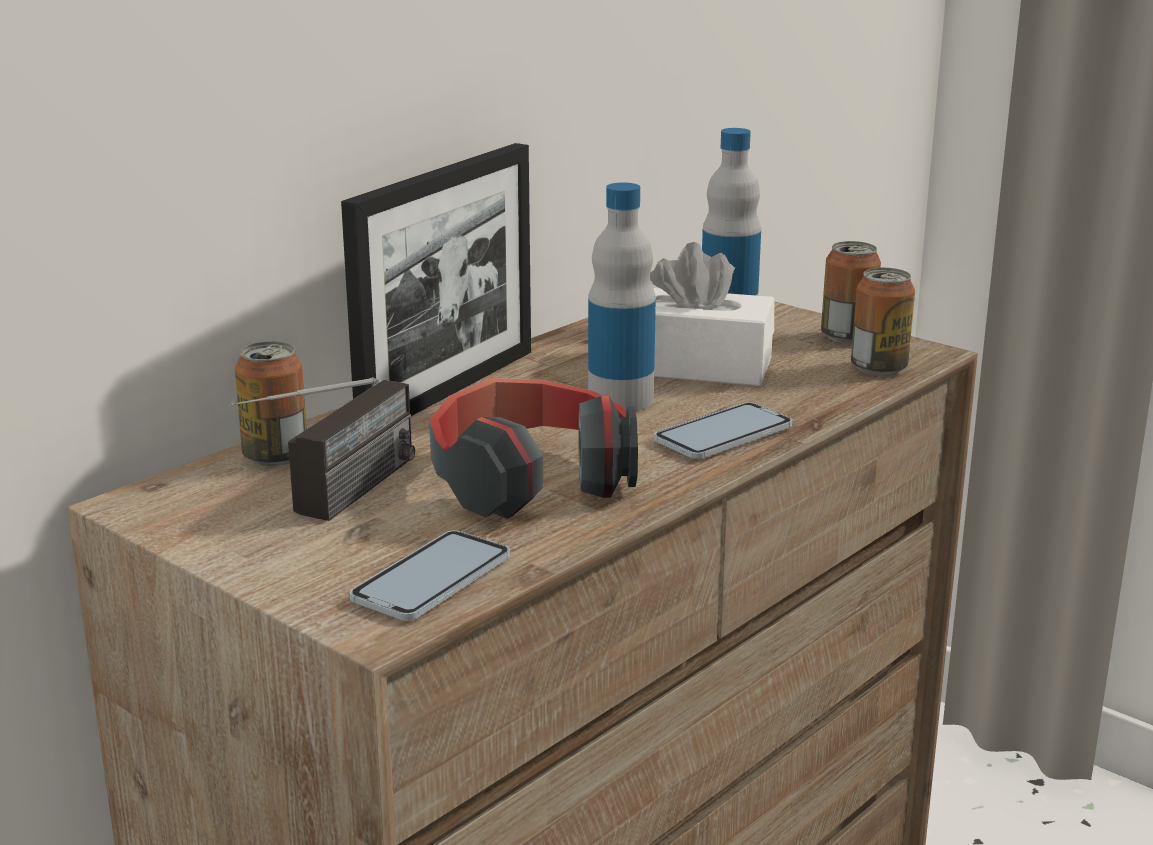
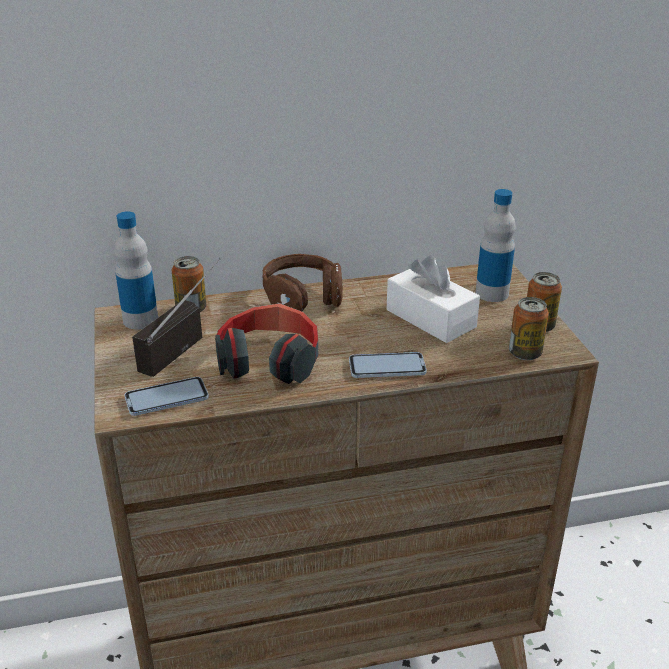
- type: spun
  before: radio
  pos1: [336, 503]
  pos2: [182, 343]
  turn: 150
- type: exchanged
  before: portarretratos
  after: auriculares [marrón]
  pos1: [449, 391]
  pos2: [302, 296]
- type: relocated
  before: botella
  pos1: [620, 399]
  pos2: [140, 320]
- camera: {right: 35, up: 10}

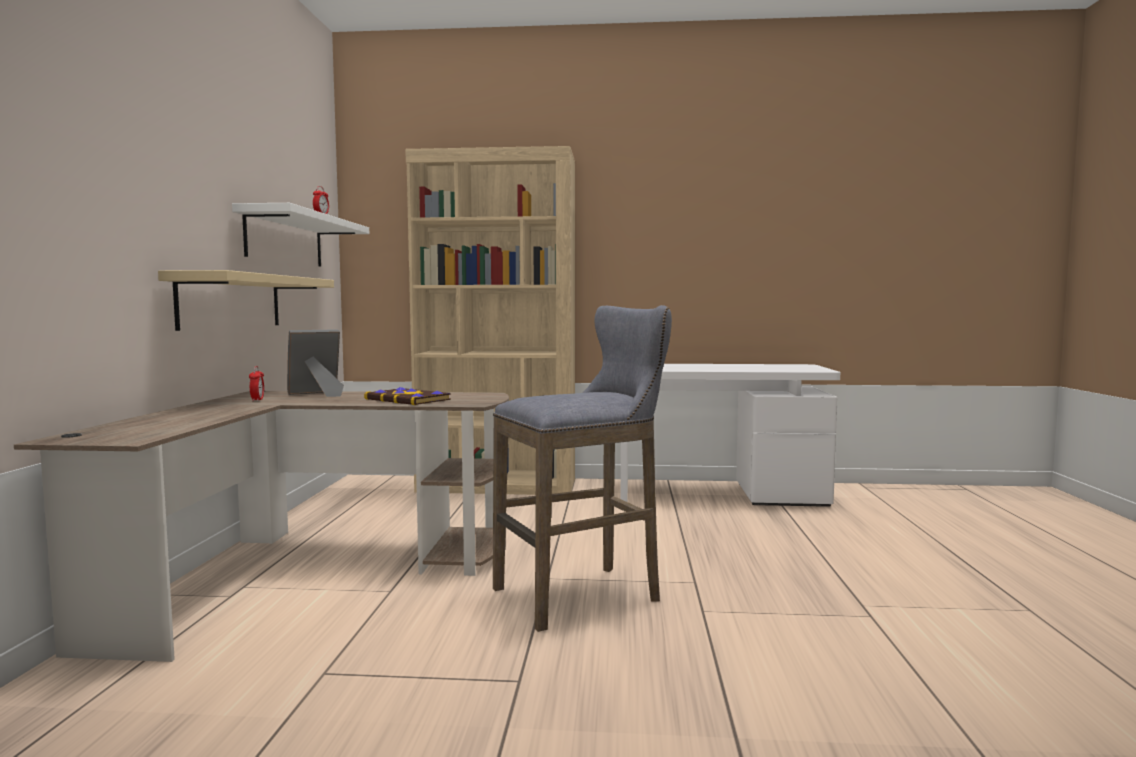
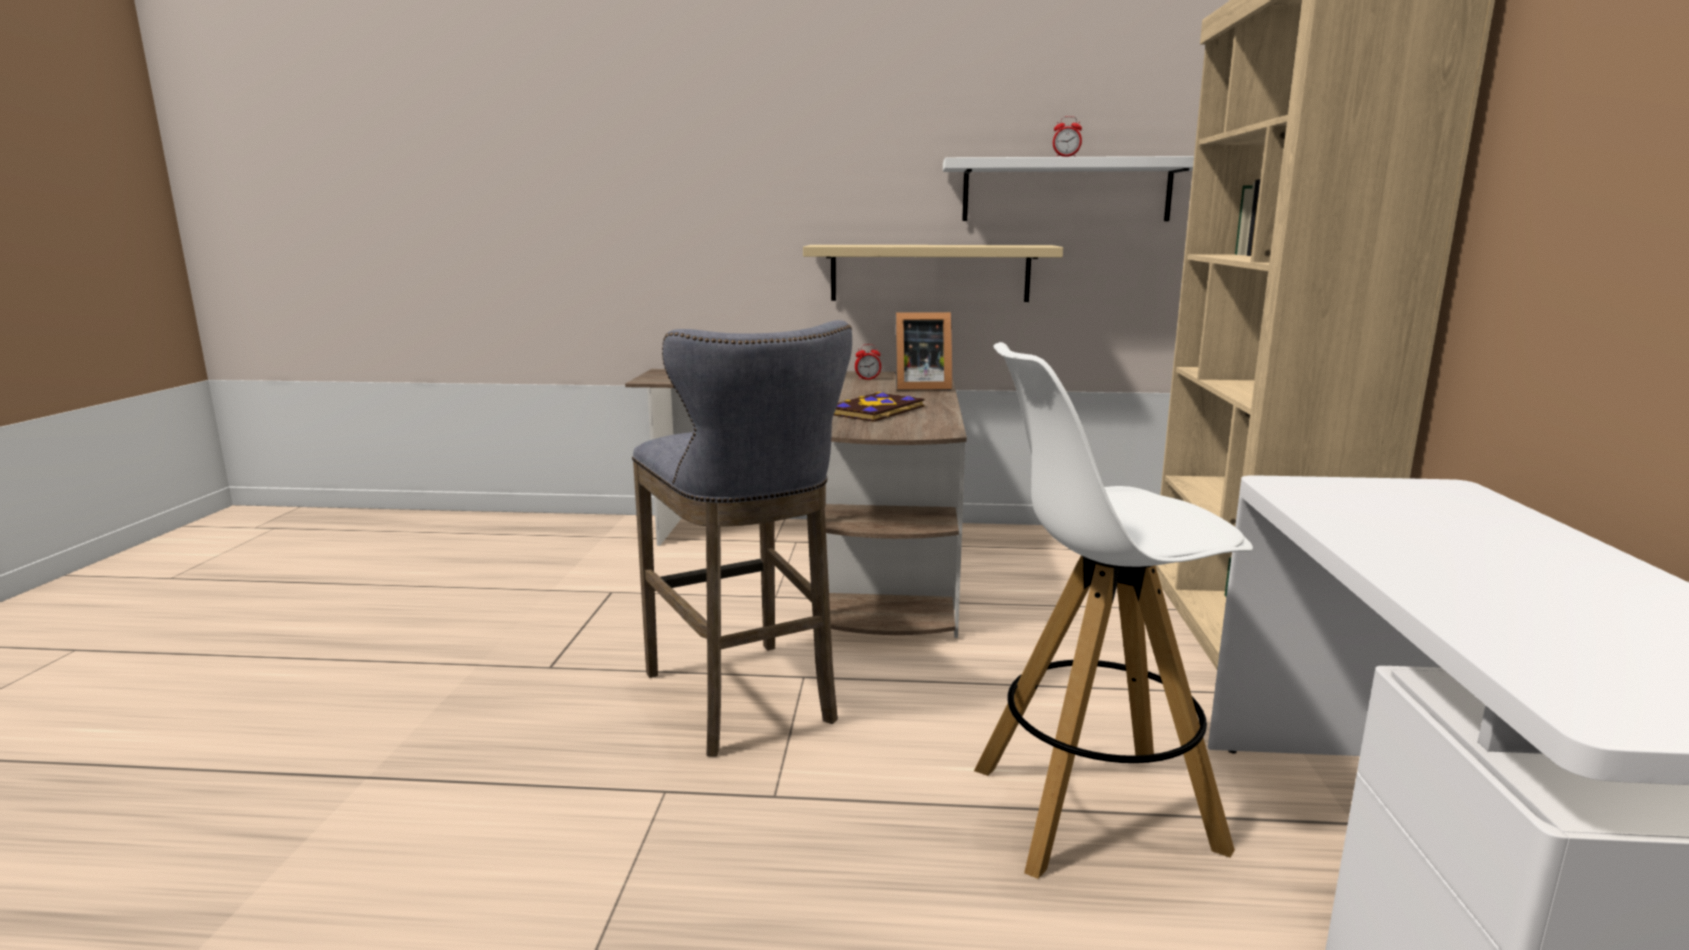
- type: spun
  before: portarretratos
  pos1: [318, 394]
  pos2: [919, 387]
  turn: 120
- type: appeared
  after: taburete [blanco]
  pos2: [1091, 808]
- camera: {right: 90, up: 10}

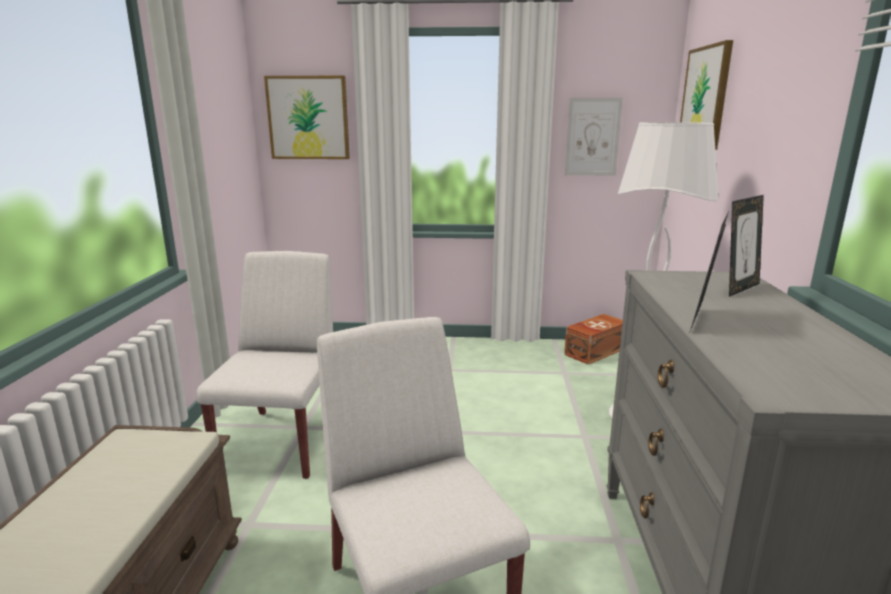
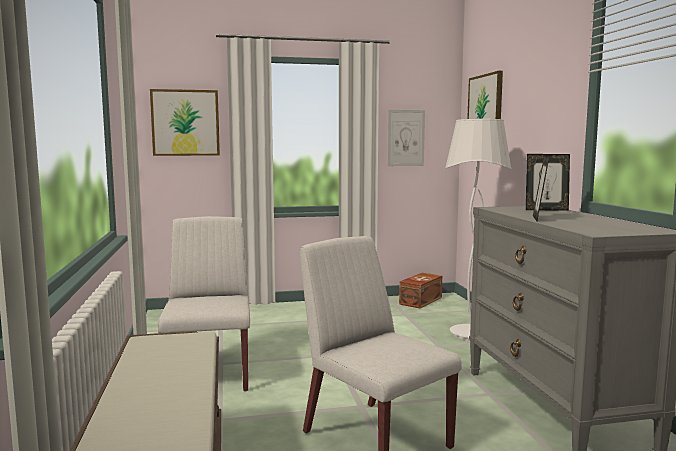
- type: spun
  before: portarretratos
  pos1: [739, 288]
  pos2: [546, 209]
  turn: 60
- camera: {right: -15, up: -10}

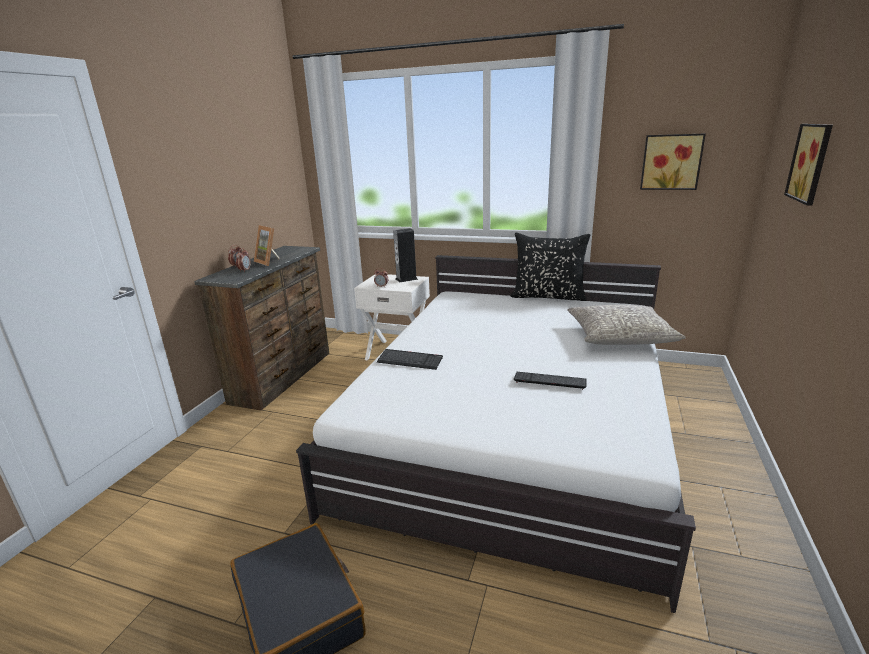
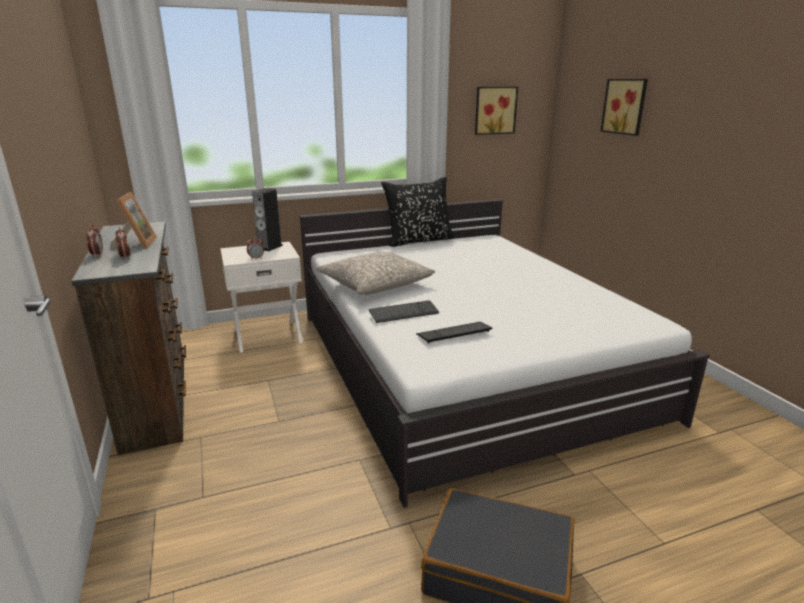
- type: spun
  before: portarretratos
  pos1: [270, 262]
  pos2: [136, 244]
  turn: -105
- type: relocated
  before: teclado
  pos1: [549, 381]
  pos2: [454, 333]
- type: relocated
  before: cojín [gris]
  pos1: [620, 336]
  pos2: [375, 284]
- camera: {right: -40, up: 0}

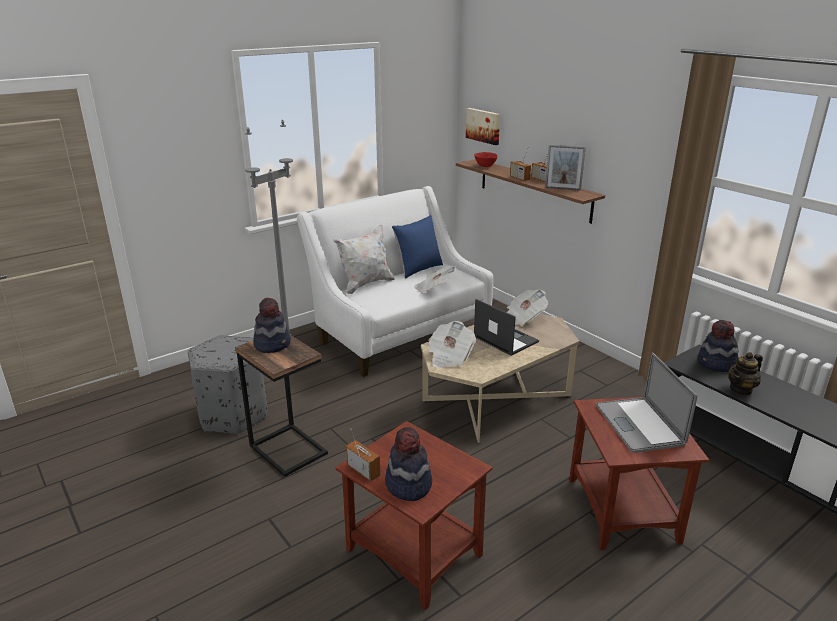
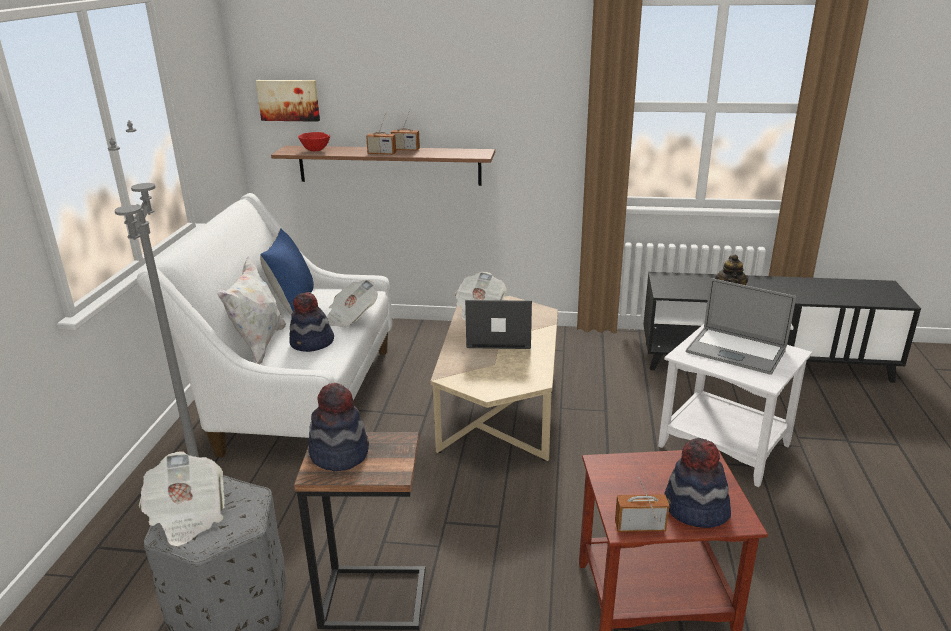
- type: relocated
  before: periódico
  pos1: [449, 357]
  pos2: [187, 515]
- type: missing
  before: portarretratos
  pos1: [562, 189]
- type: colour
  before: mesa auxiliar [marrón]
  after: mesa auxiliar [blanco]
  pos1: [624, 510]
  pos2: [724, 445]
- type: relocated
  before: sombrero
  pos1: [716, 364]
  pos2: [312, 343]
- camera: {right: -45, up: 0}

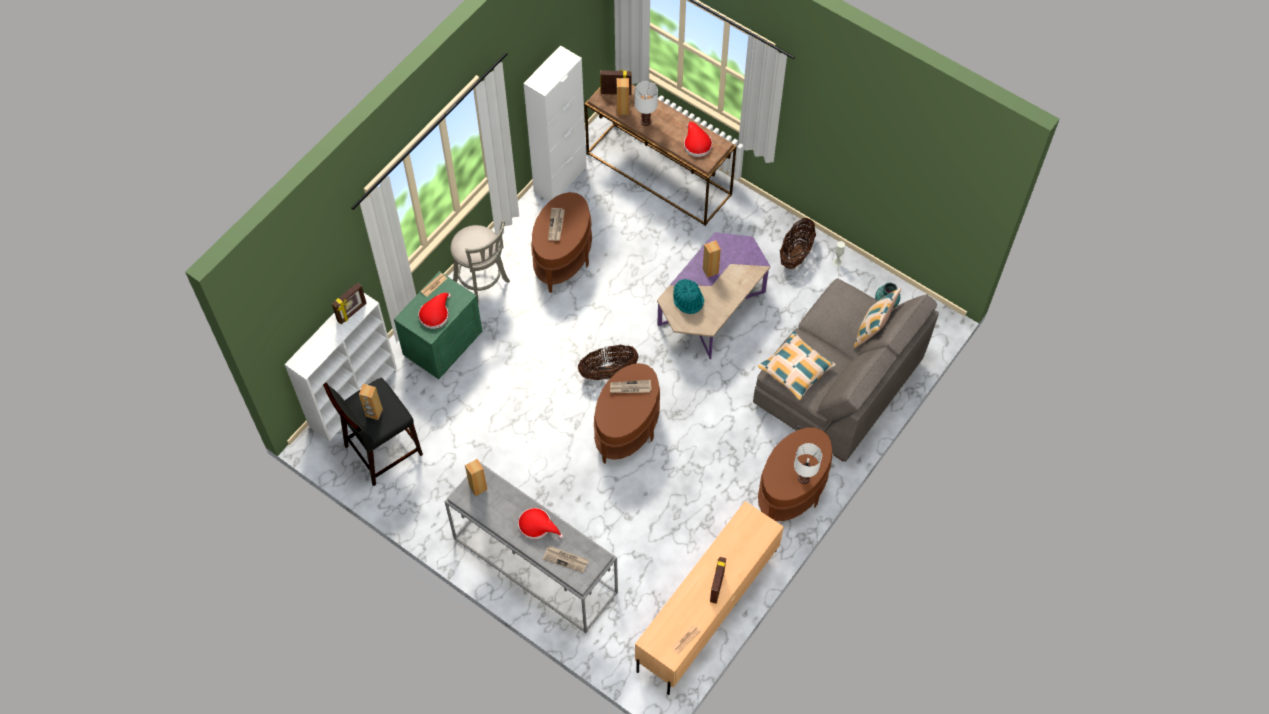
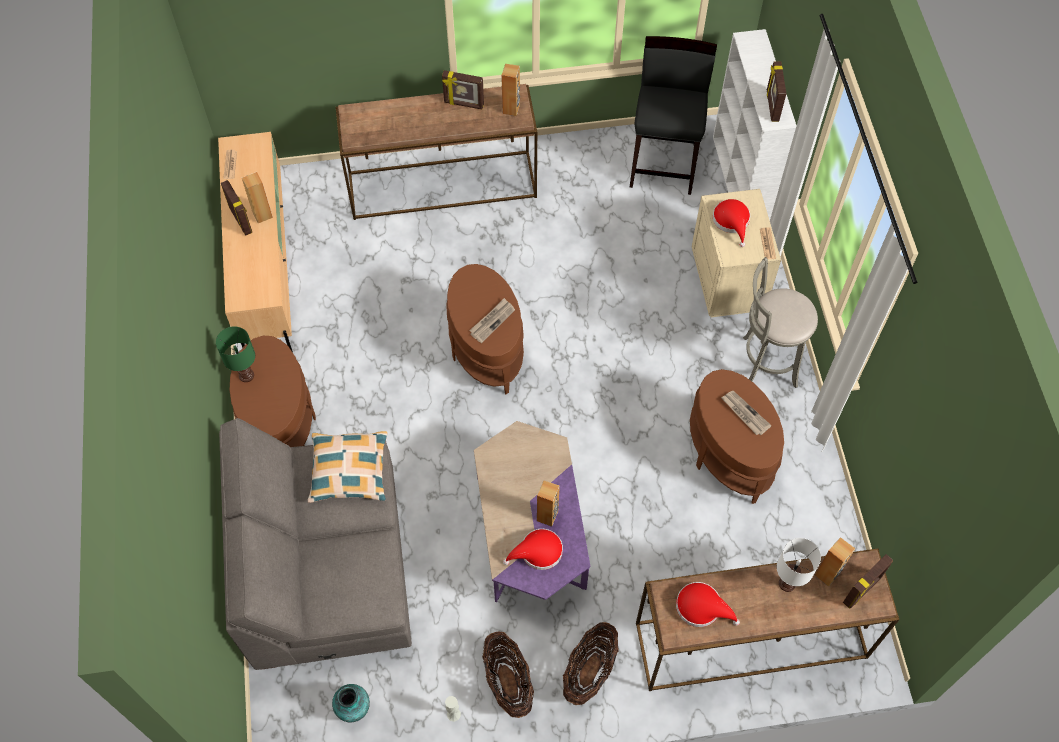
- type: relocated
  before: altavoz [marrón]
  pos1: [374, 413]
  pos2: [262, 215]
- type: colour
  before: mesita de noche [verde]
  after: mesita de noche [beis]
  pos1: [442, 344]
  pos2: [729, 280]
- type: colour
  before: mesa consola [gris]
  after: mesa consola [marrón]
  pos1: [533, 566]
  pos2: [443, 184]
- type: relocated
  before: sombrero [rojo]
  pos1: [537, 526]
  pos2: [537, 552]
- type: missing
  before: armario [blanco]
  pos1: [560, 179]
- type: missing
  before: periódico
  pos1: [566, 559]
- type: relocated
  before: cesta
  pos1: [608, 371]
  pos2: [589, 671]
- type: missing
  before: sombrero [turquesa]
  pos1: [688, 299]
- type: colour
  before: lámpara de mesa [blanco]
  after: lámpara de mesa [verde]
  pos1: [803, 478]
  pos2: [247, 375]
- type: missing
  before: cojín
  pos1: [873, 331]
- type: appeared
  after: portarretratos
  pos2: [463, 104]
- camera: {right: 135, up: 0}

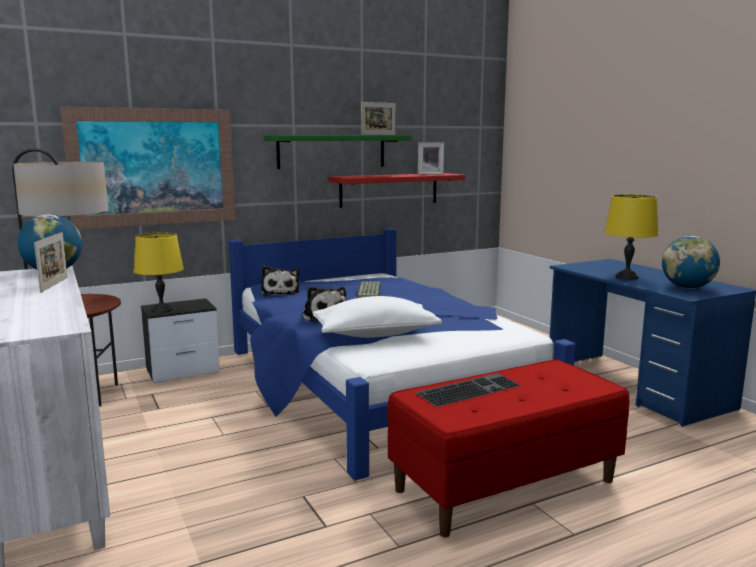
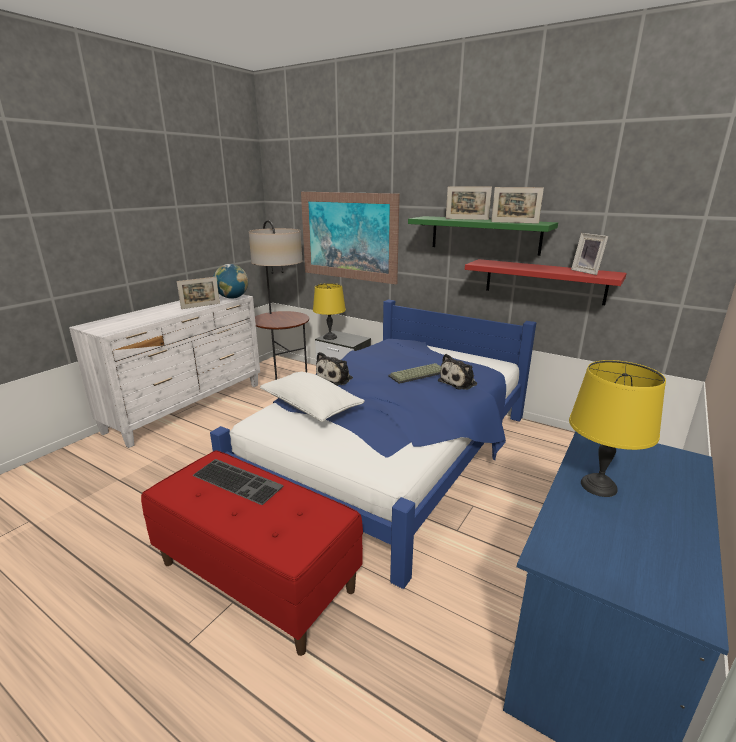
- type: relocated
  before: peluche
  pos1: [280, 293]
  pos2: [459, 382]
- type: missing
  before: globo terráqueo
  pos1: [687, 288]
- type: appeared
  after: portarretratos
  pos2: [466, 219]
- camera: {right: 60, up: 10}

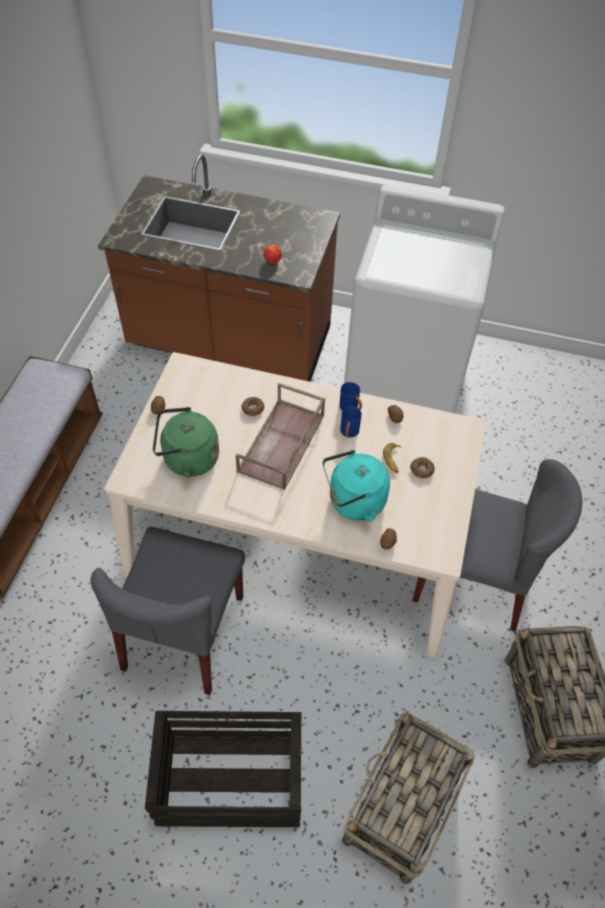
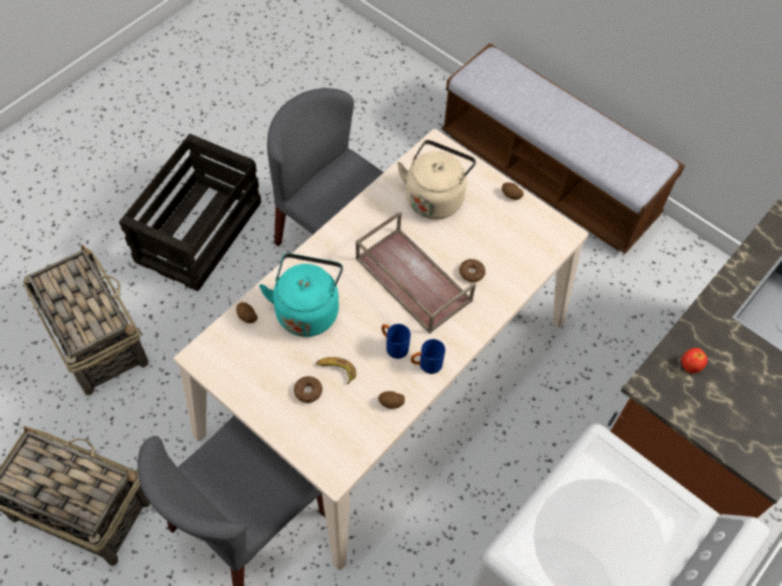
- type: colour
  before: hervidor [verde]
  after: hervidor [beis]
  pos1: [187, 459]
  pos2: [435, 197]
- camera: {right: 115, up: 5}

